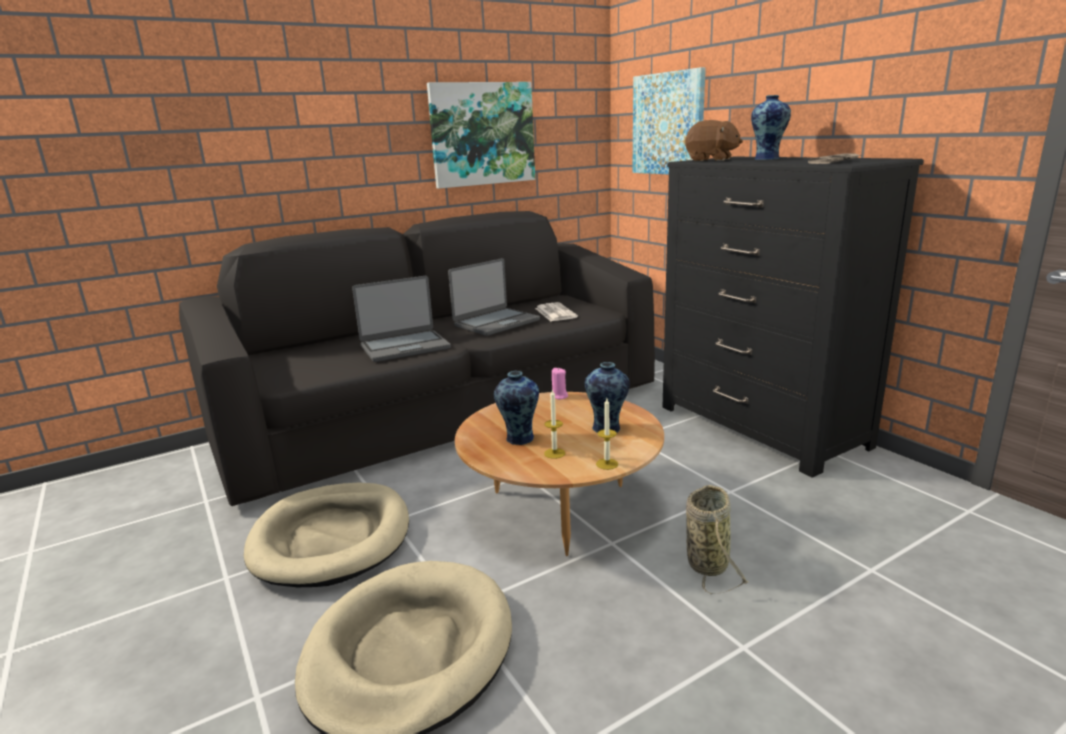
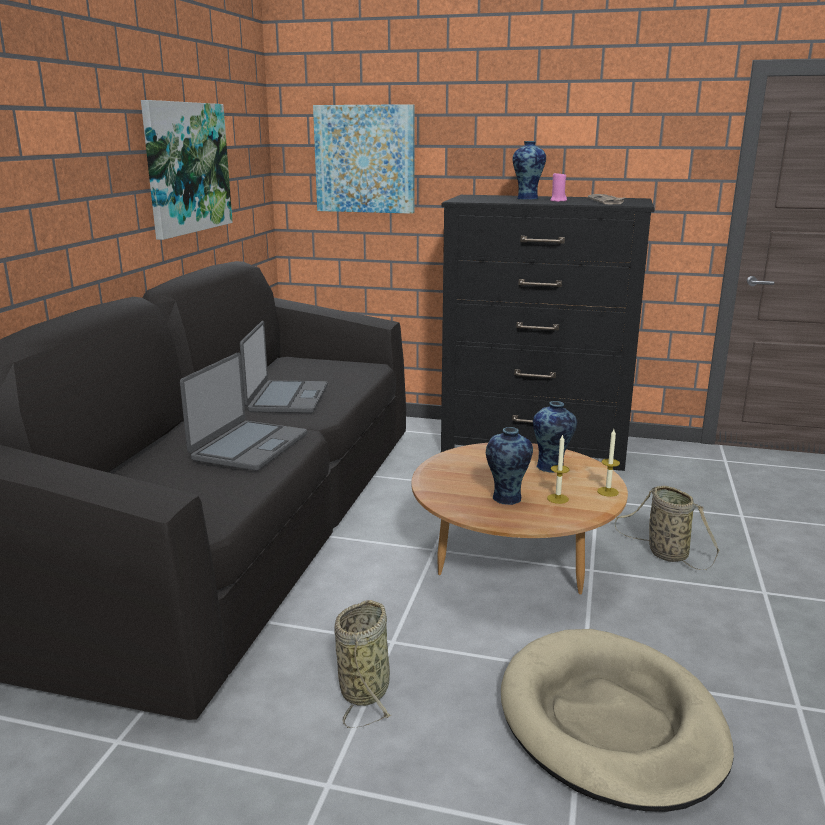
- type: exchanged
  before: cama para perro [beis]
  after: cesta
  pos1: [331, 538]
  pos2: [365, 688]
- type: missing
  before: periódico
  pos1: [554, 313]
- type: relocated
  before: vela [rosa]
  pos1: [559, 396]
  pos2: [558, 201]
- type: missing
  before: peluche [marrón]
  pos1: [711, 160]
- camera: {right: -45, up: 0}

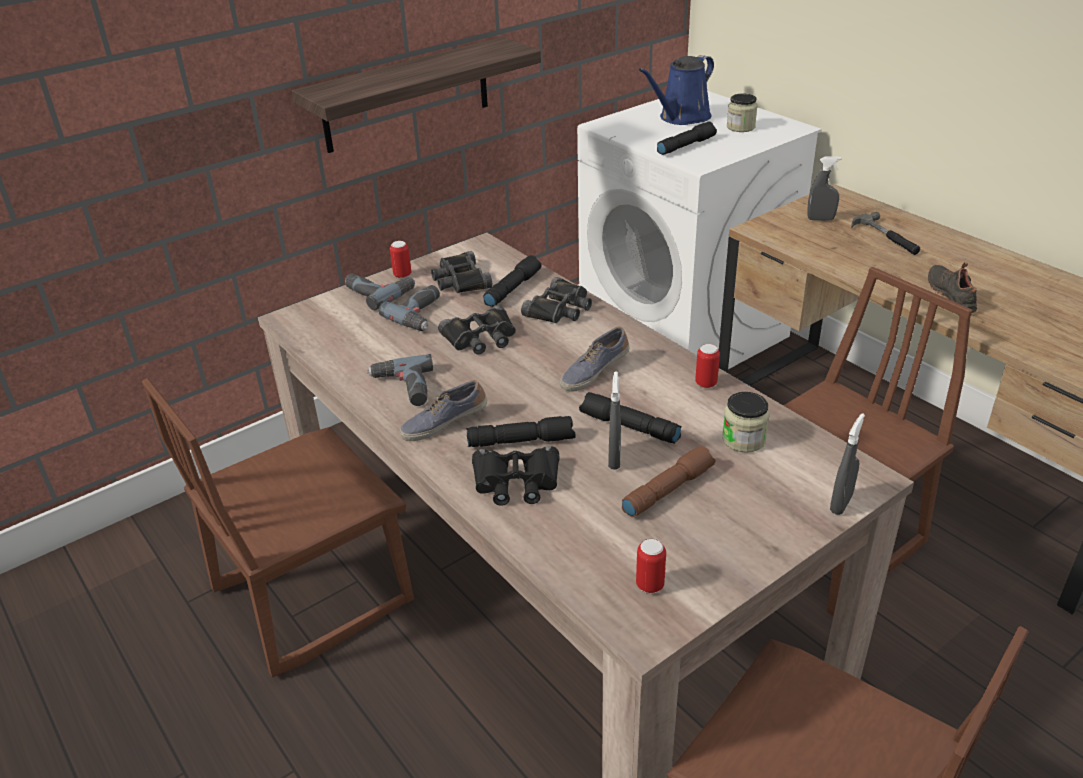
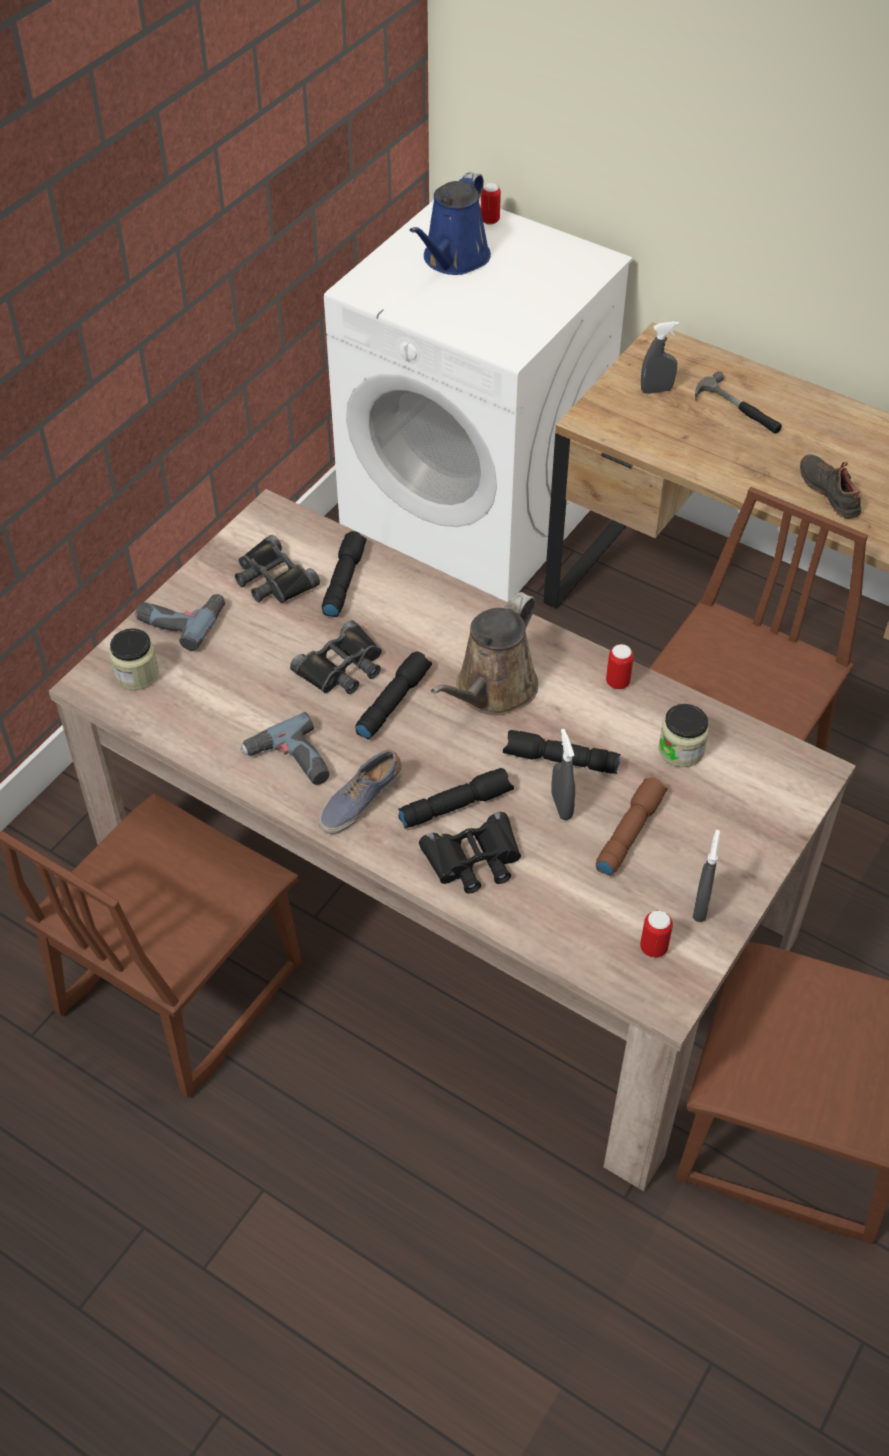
- type: missing
  before: estante
  pos1: [406, 95]
- type: missing
  before: taladro
  pos1: [422, 315]
- type: relocated
  before: lata
  pos1: [402, 275]
  pos2: [490, 220]
- type: missing
  before: prismáticos [negro]
  pos1: [560, 308]
- type: exchanged
  before: zapato
  after: regadera [marrón]
  pos1: [593, 371]
  pos2: [492, 691]
- type: relocated
  before: linterna [negro]
  pos1: [685, 145]
  pos2: [392, 701]
- type: relocated
  before: tarro
  pos1: [740, 127]
  pos2: [137, 674]
- type: relocated
  before: pulverizador [gris]
  pos1: [841, 504]
  pos2: [701, 906]
- camera: {right: -20, up: 15}

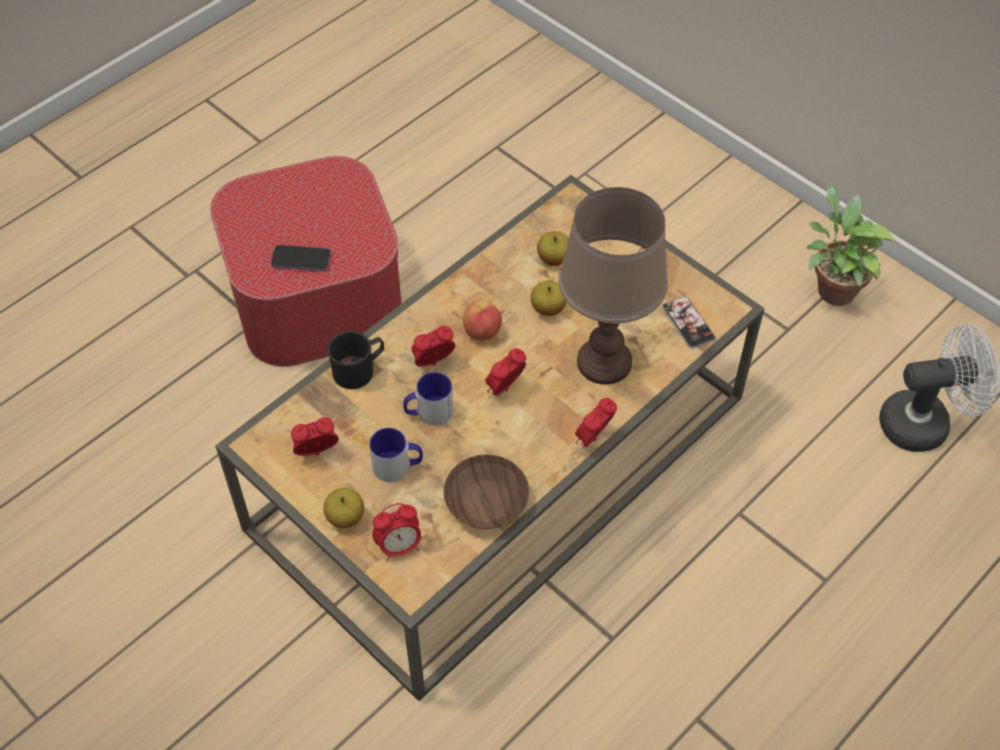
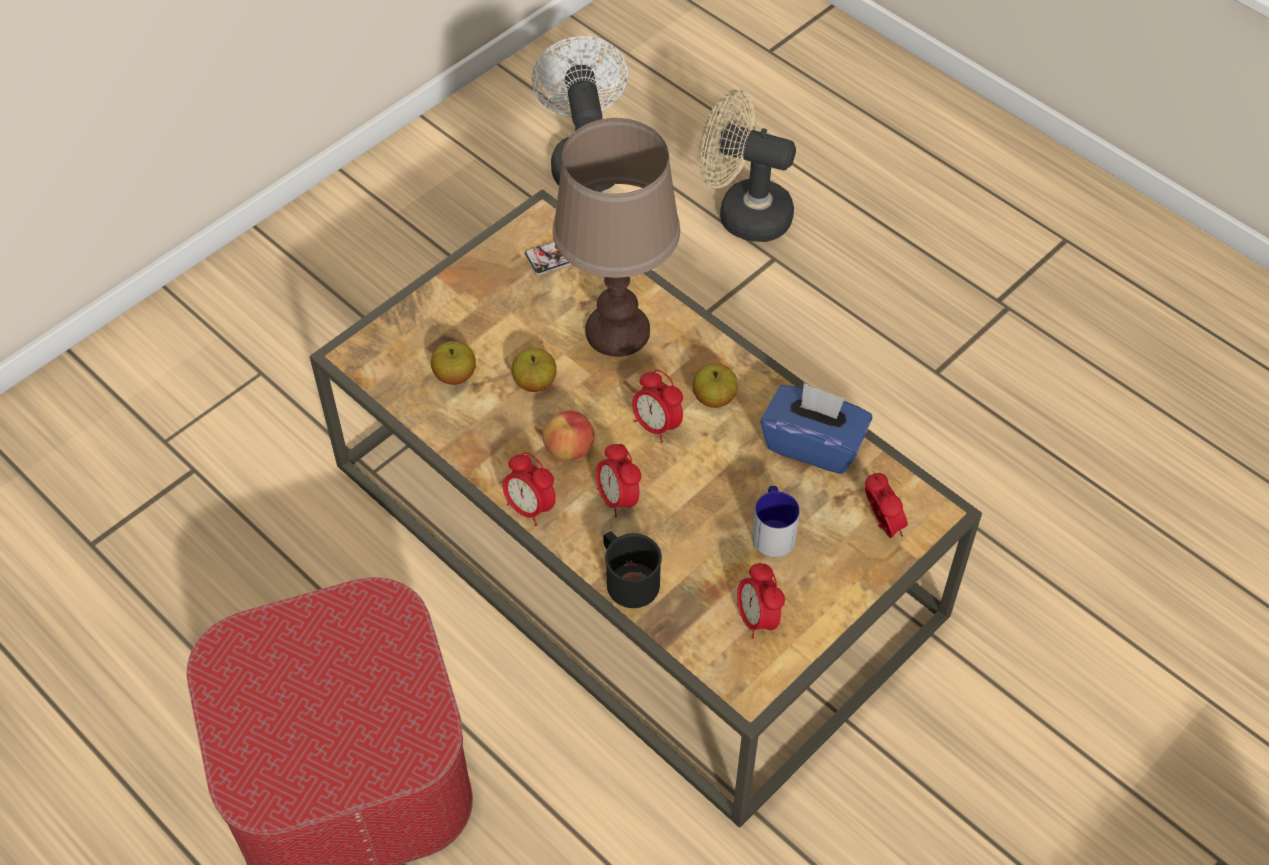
- type: missing
  before: móvil
  pos1: [301, 260]
- type: relocated
  before: manzana
  pos1: [345, 517]
  pos2: [714, 398]
- type: missing
  before: taza grande
  pos1: [428, 413]
- type: exchanged
  before: cuenco [marrón]
  after: caja de pañuelos [azul]
  pos1: [485, 500]
  pos2: [813, 444]
- type: relocated
  before: despertador
  pos1: [593, 439]
  pos2: [530, 508]
- type: missing
  before: planta en maceta
  pos1: [832, 288]
- type: appeared
  after: ventilador [beis]
  pos2: [743, 213]
- camera: {right: -90, up: 0}

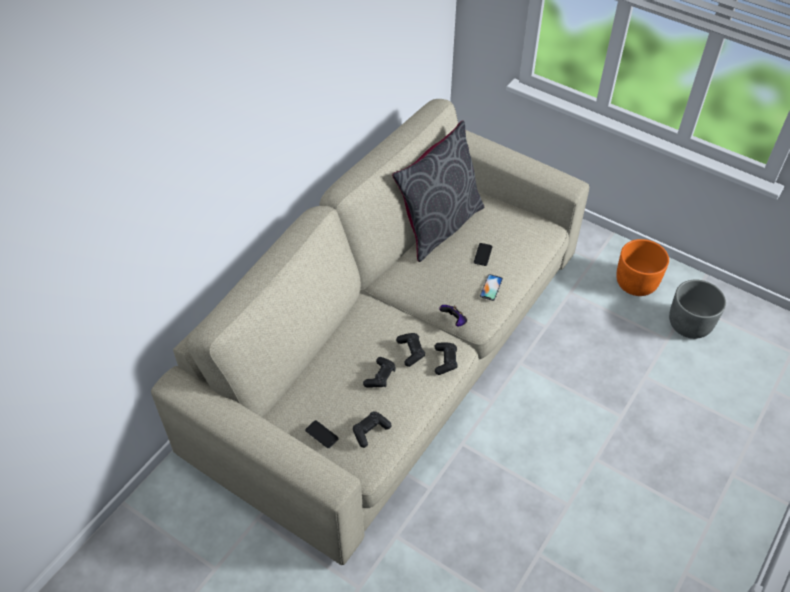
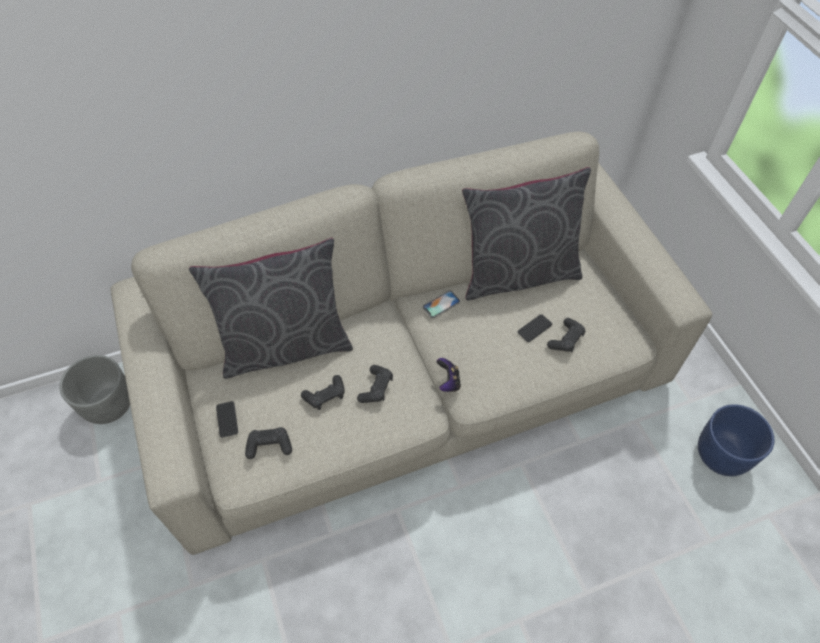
- type: relocated
  before: mando de consola [negro]
  pos1: [445, 361]
  pos2: [566, 339]
- type: relocated
  before: móvil
  pos1: [491, 287]
  pos2: [441, 304]
- type: colour
  before: maceta [naranja]
  after: maceta [azul]
  pos1: [636, 283]
  pos2: [722, 454]
- type: relocated
  before: maceta [gris]
  pos1: [690, 324]
  pos2: [109, 404]
- type: appeared
  after: cojín [gris]
  pos2: [285, 346]
- camera: {right: 35, up: 5}

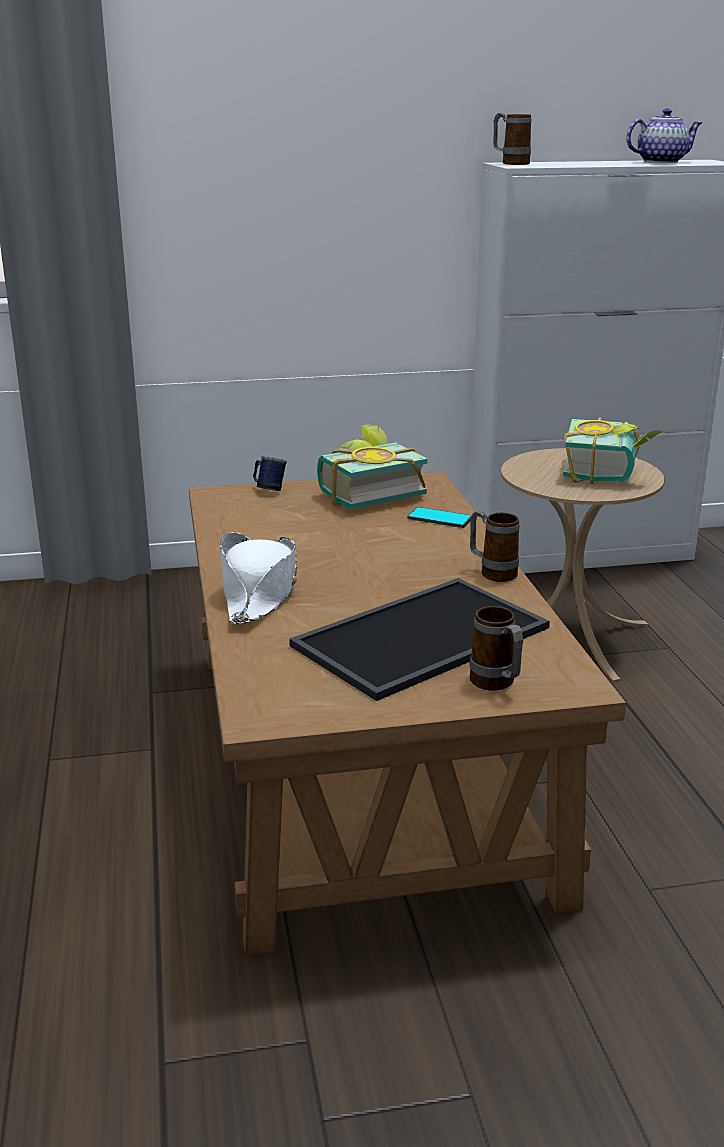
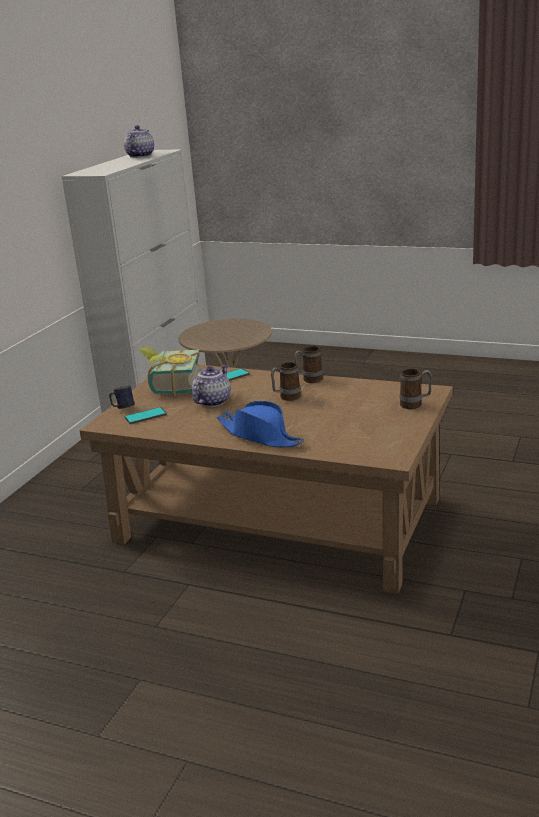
- type: colour
  before: sombrero [blanco]
  after: sombrero [azul]
  pos1: [259, 592]
  pos2: [260, 435]
- type: missing
  before: bandeja
  pos1: [422, 639]
- type: relocated
  before: taza grande
  pos1: [510, 163]
  pos2: [286, 398]
- type: missing
  before: libro
  pos1: [609, 472]
- type: appeared
  after: móvil
  pos2: [145, 416]
- type: appeared
  after: tetera
  pos2: [213, 401]
- camera: {right: -55, up: 0}

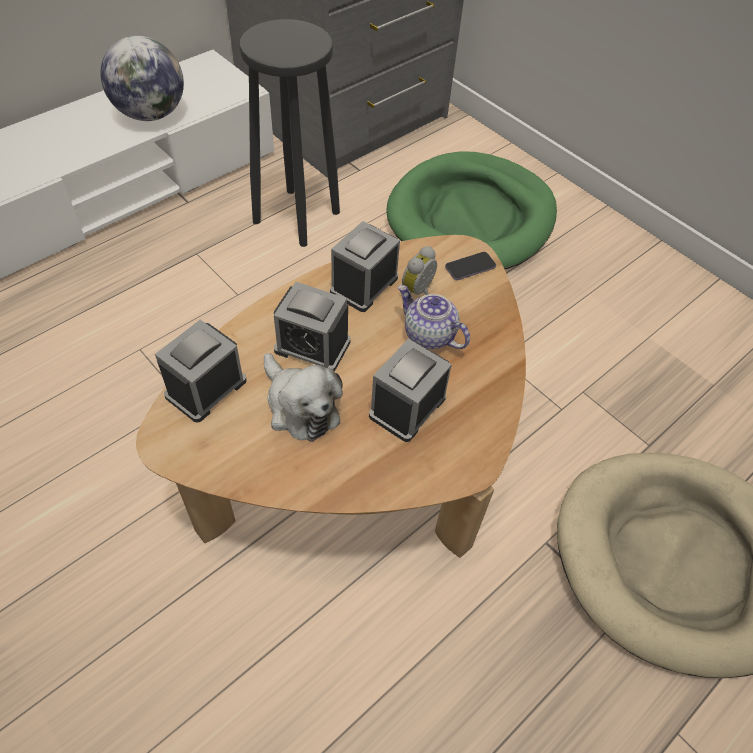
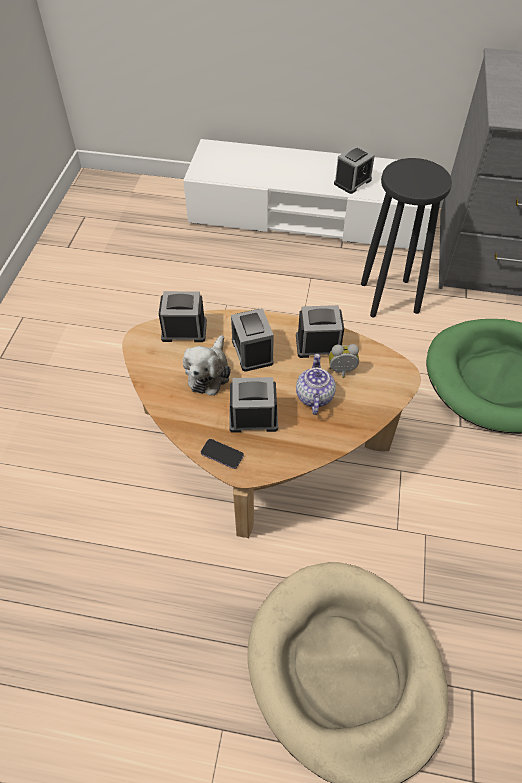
- type: exchanged
  before: globo terráqueo
  after: despertador
  pos1: [151, 114]
  pos2: [352, 182]
- type: relocated
  before: móvil
  pos1: [470, 267]
  pos2: [222, 454]
- camera: {right: 55, up: 0}

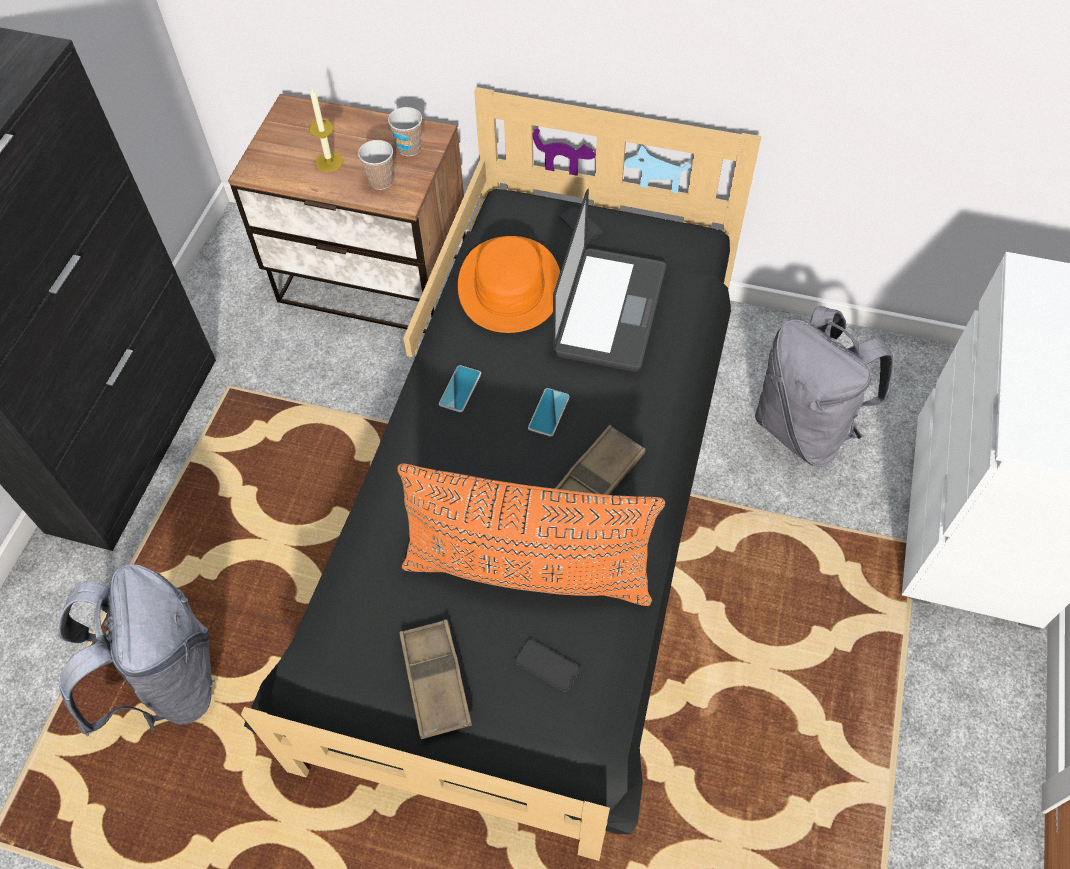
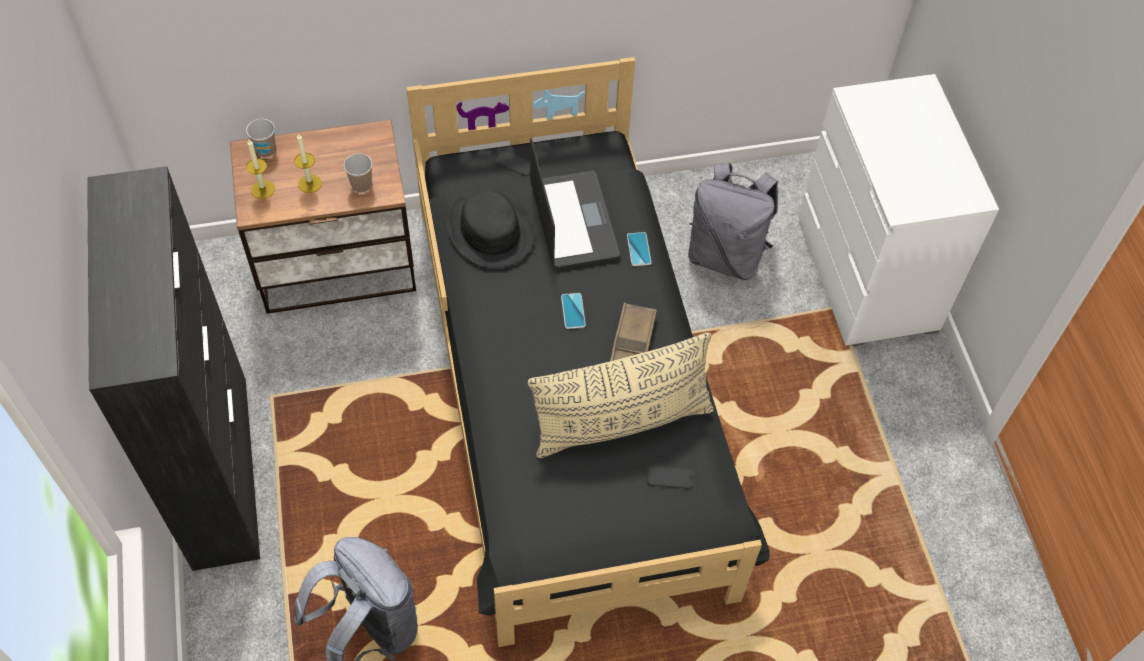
- type: relocated
  before: taza
  pos1: [409, 148]
  pos2: [266, 150]
- type: colour
  before: cojín [naranja]
  after: cojín [beis]
  pos1: [528, 569]
  pos2: [621, 422]
- type: missing
  before: bandeja [marrón]
  pos1: [435, 681]
- type: relocated
  before: móvil
  pos1: [460, 389]
  pos2: [638, 249]
- type: colour
  before: sombrero [naranja]
  after: sombrero [negro]
  pos1: [509, 286]
  pos2: [489, 230]
- type: appeared
  after: vela
  pos2: [263, 189]
- camera: {right: -30, up: 0}

